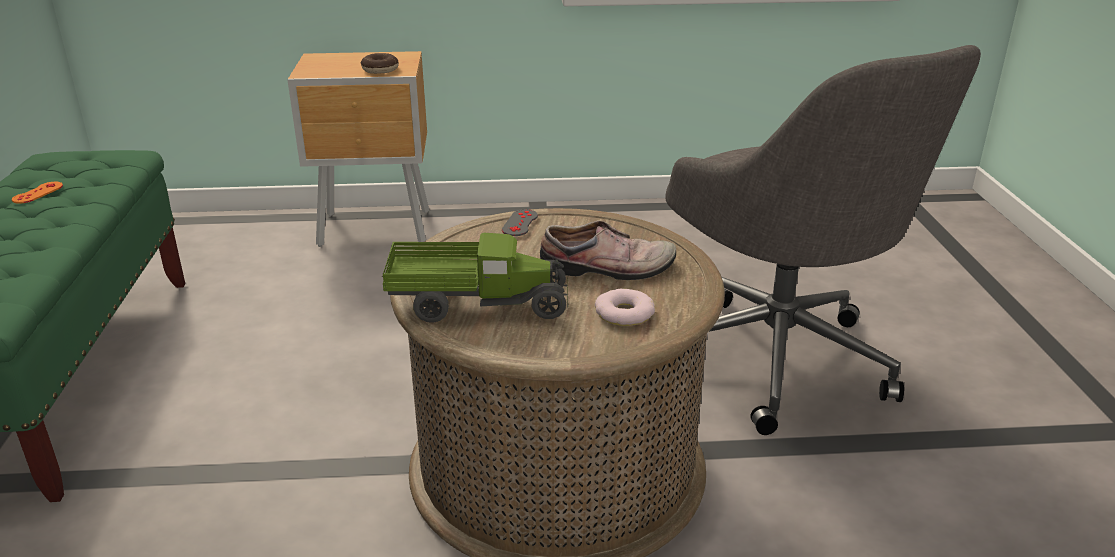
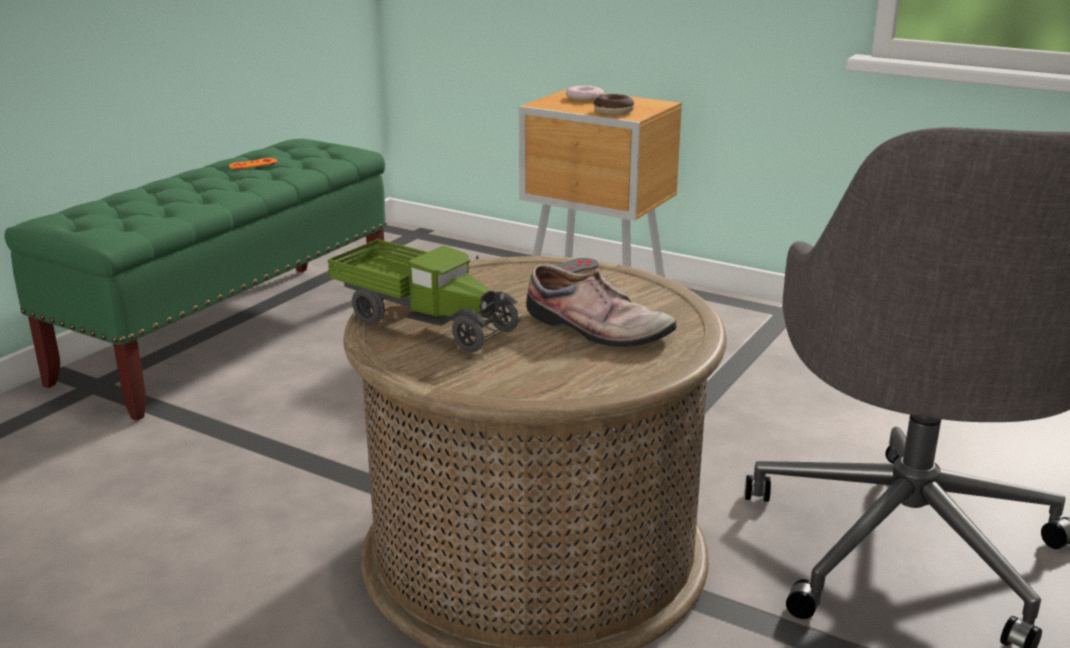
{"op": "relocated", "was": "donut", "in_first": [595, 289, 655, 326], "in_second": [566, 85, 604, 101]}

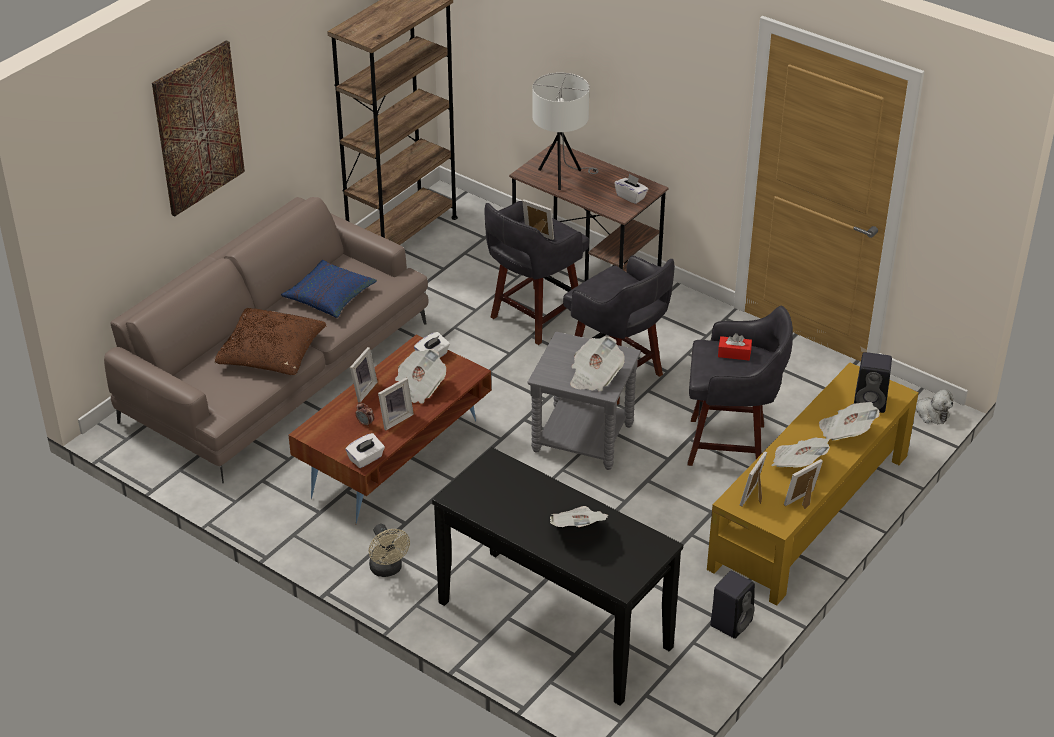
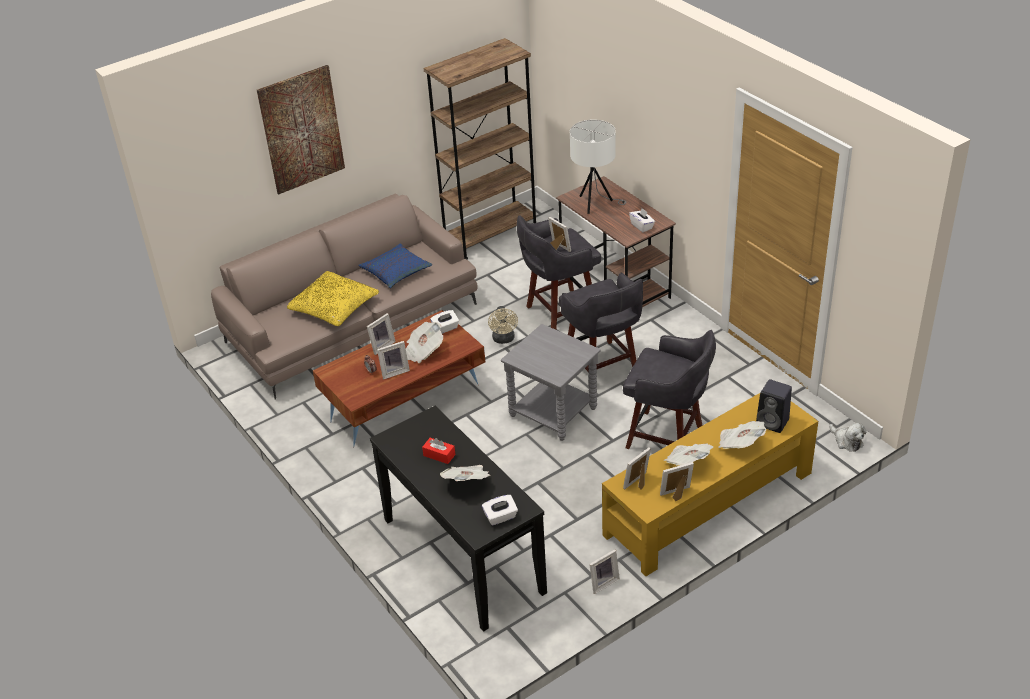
{"op": "colour", "was": "brown pillow", "now": "yellow pillow", "in_first": [215, 308, 327, 375], "in_second": [287, 271, 379, 326]}
{"op": "relocated", "was": "red tissue box", "in_first": [718, 333, 752, 360], "in_second": [422, 438, 455, 464]}
{"op": "relocated", "was": "white tissue box", "in_first": [345, 433, 385, 468], "in_second": [482, 495, 518, 525]}
{"op": "relocated", "was": "beige fan", "in_first": [369, 524, 410, 577], "in_second": [488, 306, 518, 344]}
{"op": "exchanged", "was": "black speaker", "now": "picture frame", "in_first": [710, 571, 755, 639], "in_second": [589, 549, 620, 594]}
{"op": "missing", "was": "newspaper", "in_first": [570, 337, 625, 391]}

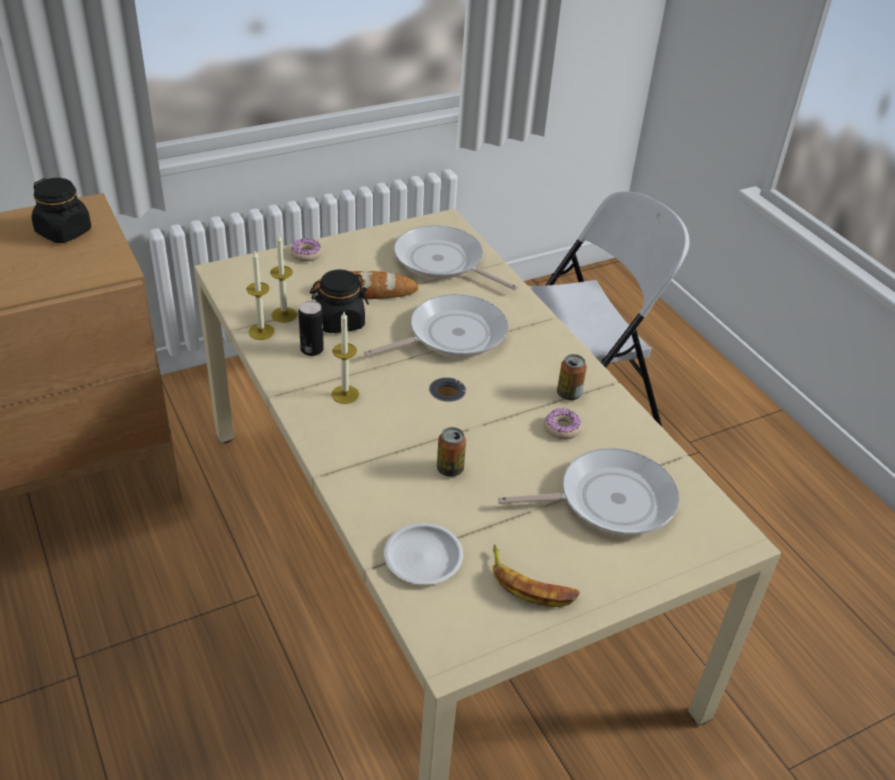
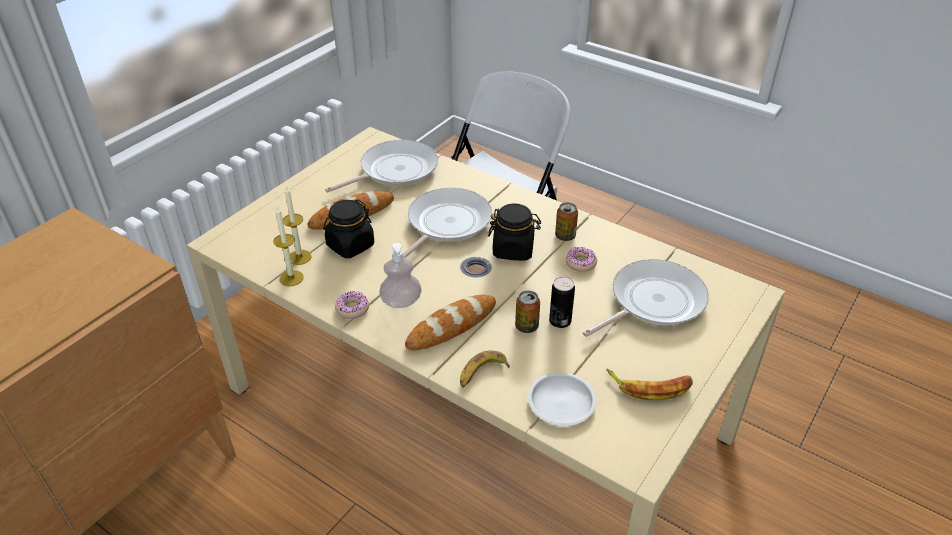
{"op": "spun", "was": "frying pan", "in_first": [394, 225, 518, 290], "in_second": [325, 140, 438, 193], "clockwise": 135}
{"op": "relocated", "was": "donut", "in_first": [290, 239, 322, 262], "in_second": [335, 291, 369, 319]}
{"op": "exchanged", "was": "candle", "now": "soap dispenser", "in_first": [331, 312, 359, 404], "in_second": [379, 243, 421, 308]}
{"op": "appeared", "now": "bread", "in_second": [405, 295, 496, 350]}
{"op": "appeared", "now": "banana", "in_second": [460, 351, 510, 388]}
{"op": "relocated", "was": "black jar", "in_first": [32, 178, 91, 243], "in_second": [488, 203, 541, 261]}
{"op": "relocated", "was": "can", "in_first": [298, 300, 324, 356], "in_second": [549, 276, 575, 328]}

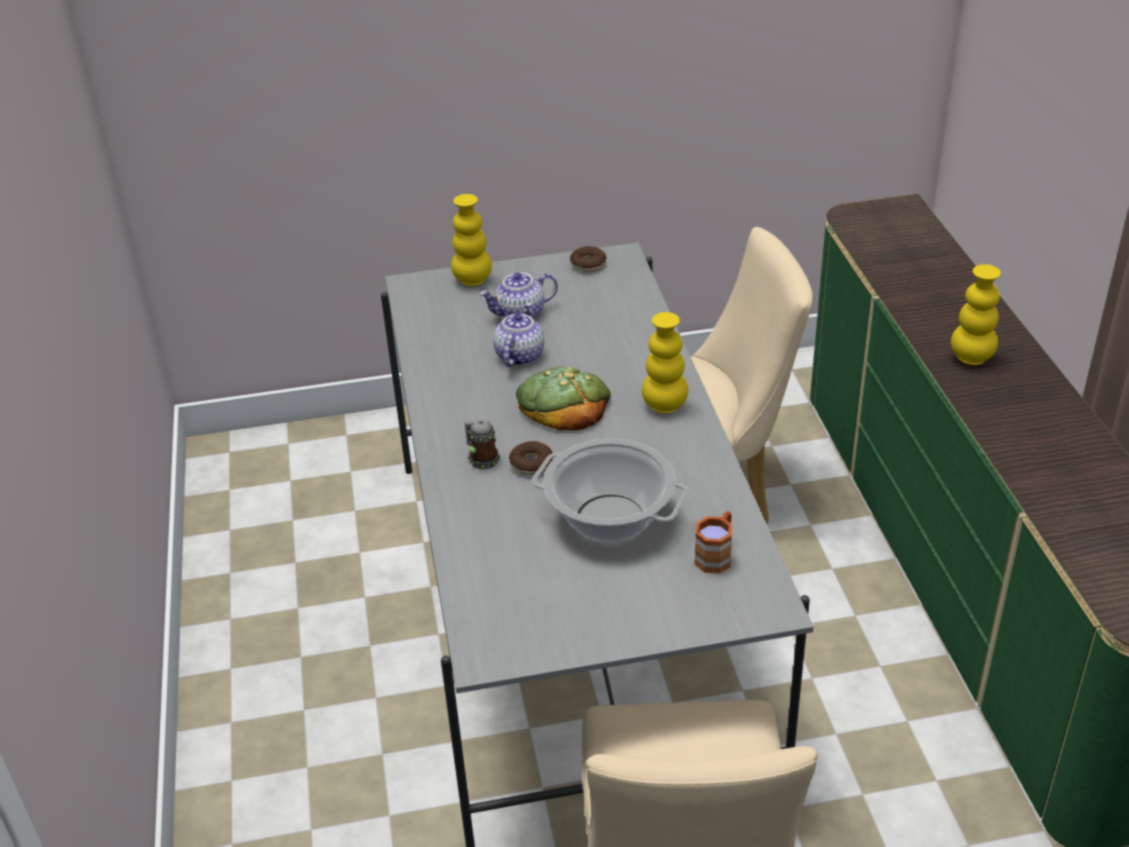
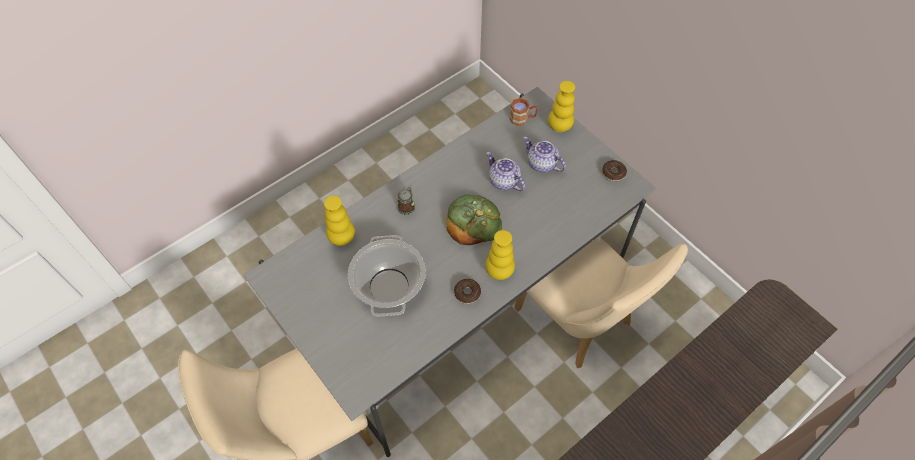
{"op": "relocated", "was": "yellow vase", "in_first": [951, 264, 1001, 365], "in_second": [324, 195, 355, 246]}
{"op": "relocated", "was": "donut", "in_first": [509, 441, 553, 475], "in_second": [454, 279, 481, 304]}
{"op": "spun", "was": "teapot", "in_first": [493, 303, 544, 367], "in_second": [487, 152, 525, 191], "clockwise": -120}
{"op": "relocated", "was": "brown mug", "in_first": [694, 511, 733, 574], "in_second": [509, 98, 538, 126]}

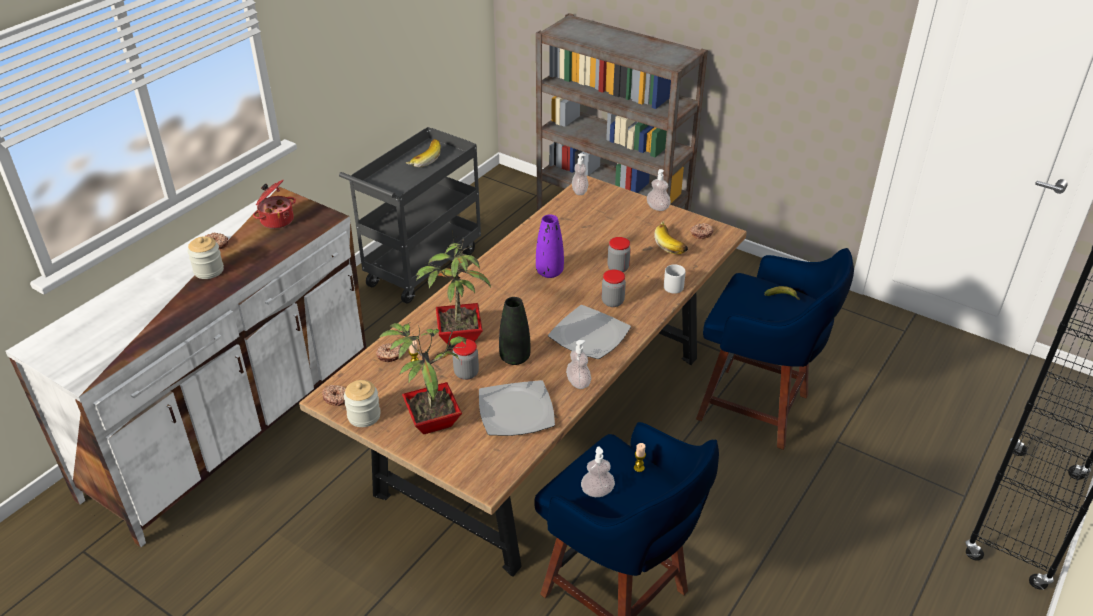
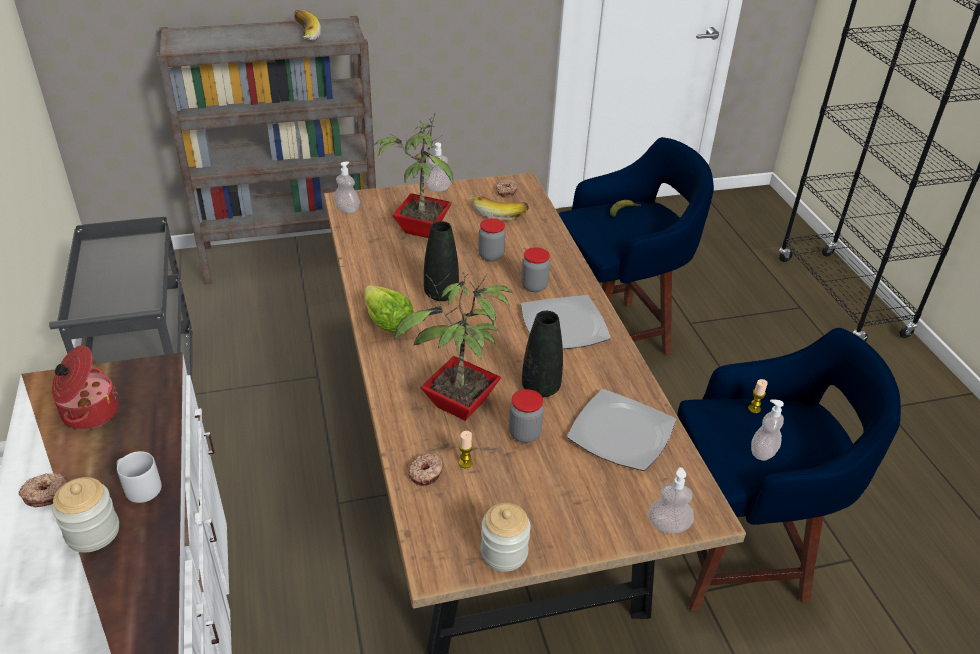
{"op": "relocated", "was": "grey mug", "in_first": [664, 264, 686, 294], "in_second": [117, 451, 162, 503]}
{"op": "relocated", "was": "banana", "in_first": [406, 139, 441, 167], "in_second": [294, 10, 321, 41]}
{"op": "appeared", "now": "lettuce", "in_second": [364, 285, 414, 333]}
{"op": "relocated", "was": "potted plant", "in_first": [379, 322, 467, 434], "in_second": [373, 114, 453, 238]}
{"op": "colour", "was": "purple vase", "now": "black vase", "in_first": [536, 214, 564, 278], "in_second": [424, 221, 459, 301]}
{"op": "relocated", "was": "soap dispenser", "in_first": [566, 340, 591, 389], "in_second": [648, 467, 694, 534]}
{"op": "missing", "was": "donut", "in_first": [322, 385, 346, 406]}

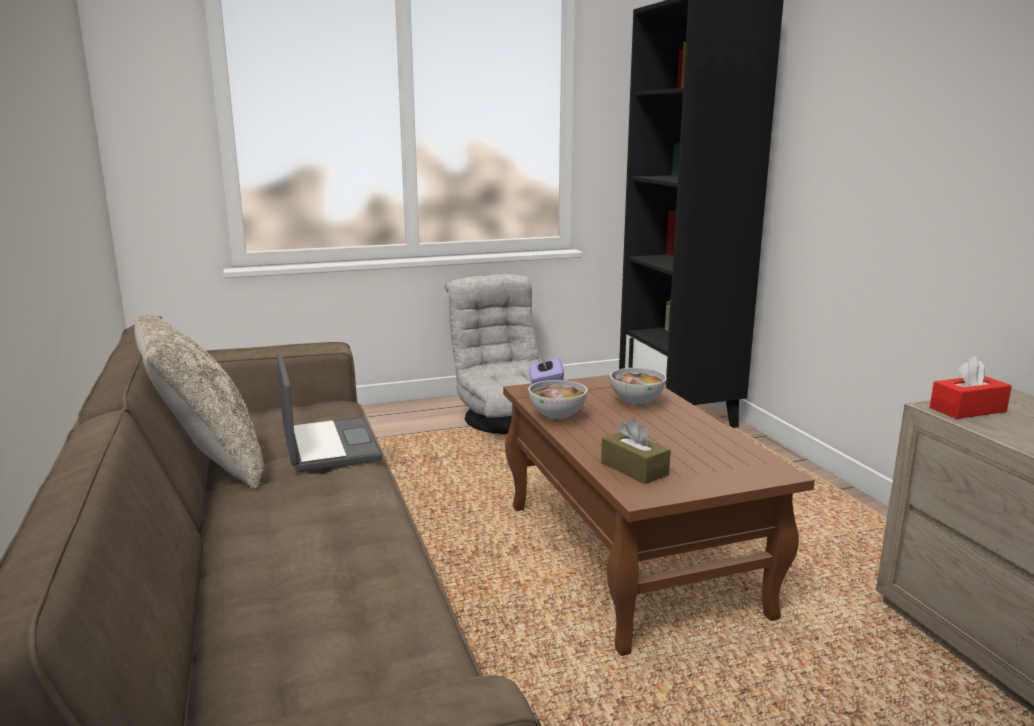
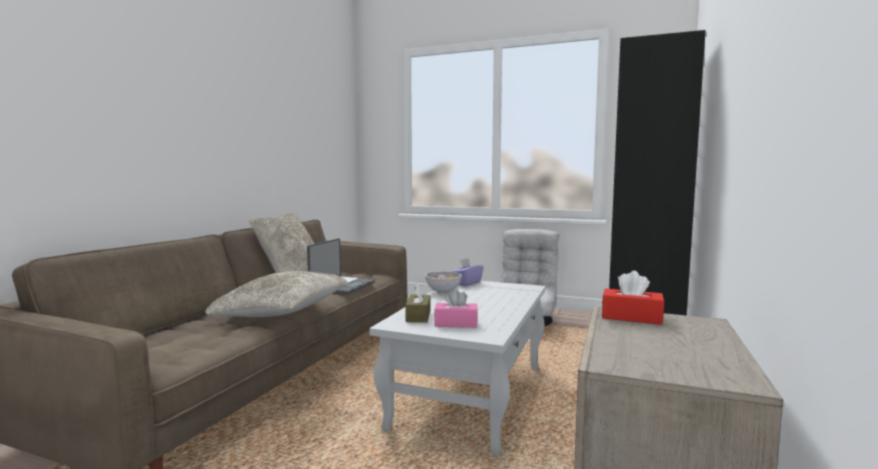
{"op": "appeared", "now": "beige pillow", "in_second": [205, 271, 348, 317]}
{"op": "colour", "was": "brown coffee table", "now": "white coffee table", "in_first": [503, 375, 815, 656], "in_second": [370, 281, 545, 455]}
{"op": "appeared", "now": "pink tissue box", "in_second": [434, 289, 478, 328]}
{"op": "missing", "was": "bowl", "in_first": [610, 368, 667, 406]}

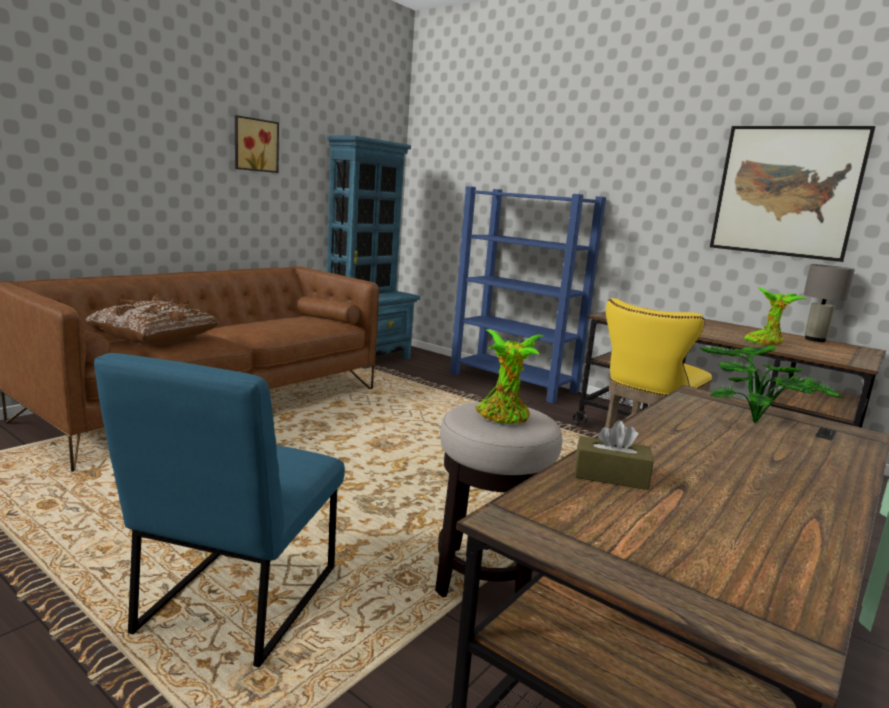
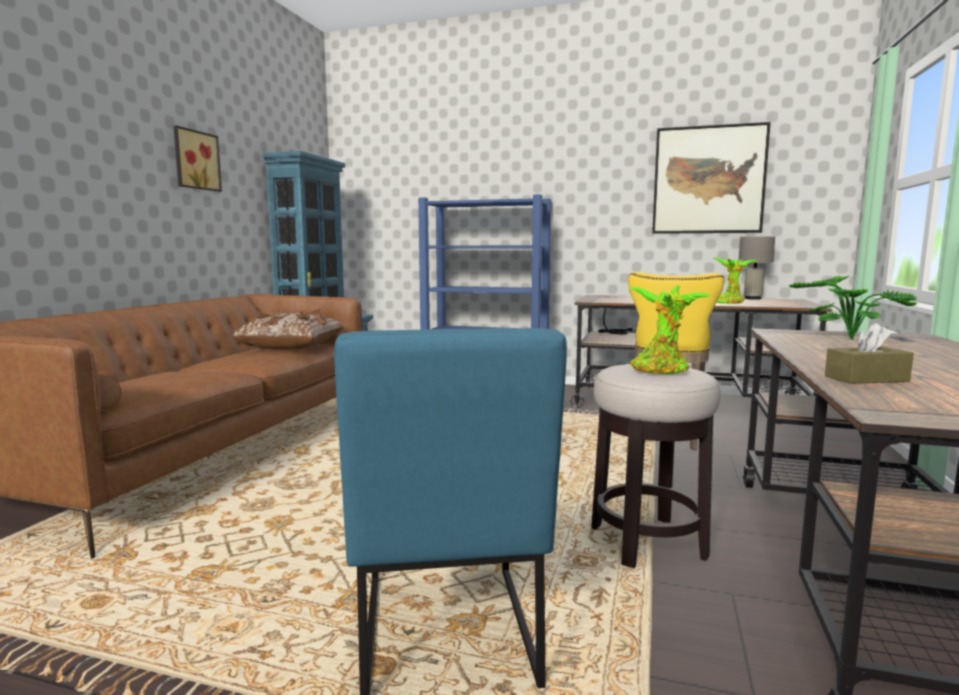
{"op": "relocated", "was": "brown pillow", "in_first": [85, 294, 219, 344], "in_second": [232, 309, 343, 350]}

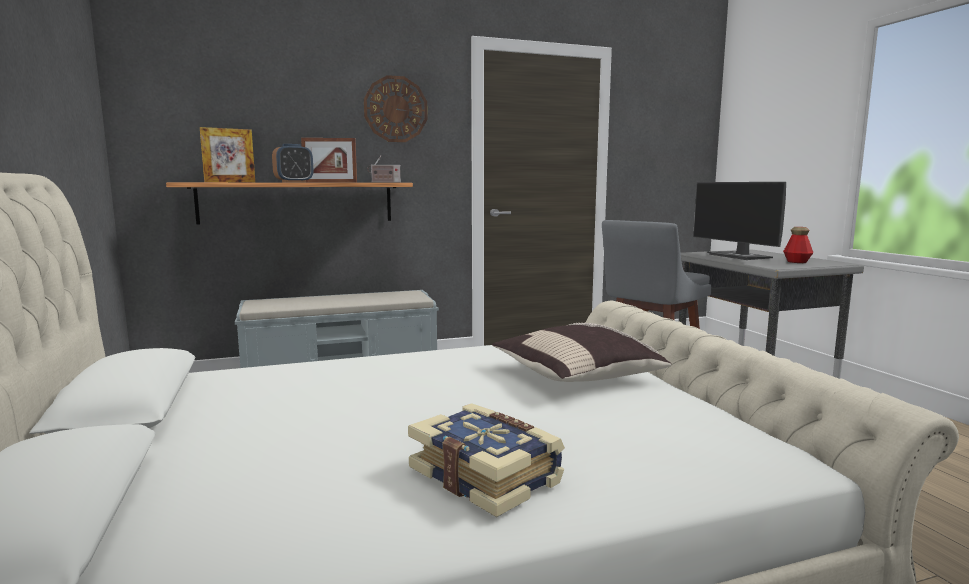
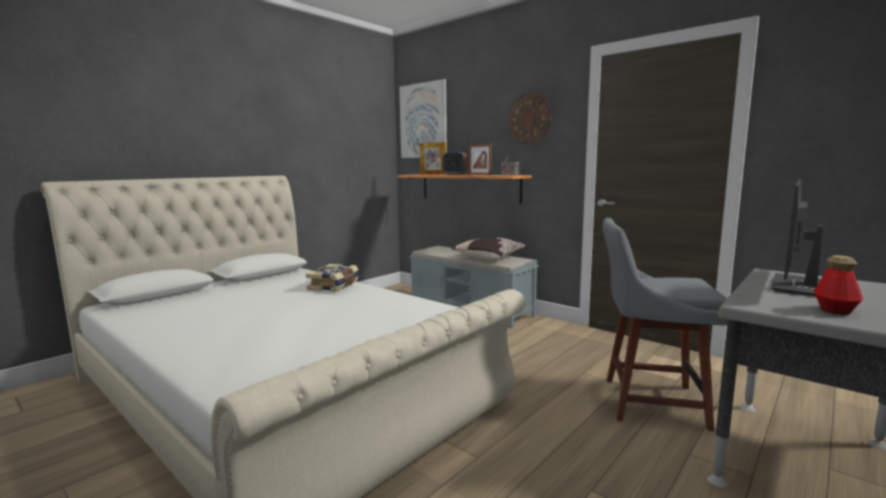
{"op": "relocated", "was": "book", "in_first": [408, 403, 565, 517], "in_second": [306, 264, 359, 292]}
{"op": "appeared", "now": "picture", "in_second": [399, 79, 447, 158]}
{"op": "relocated", "was": "pillow", "in_first": [492, 323, 671, 382], "in_second": [451, 237, 525, 260]}

